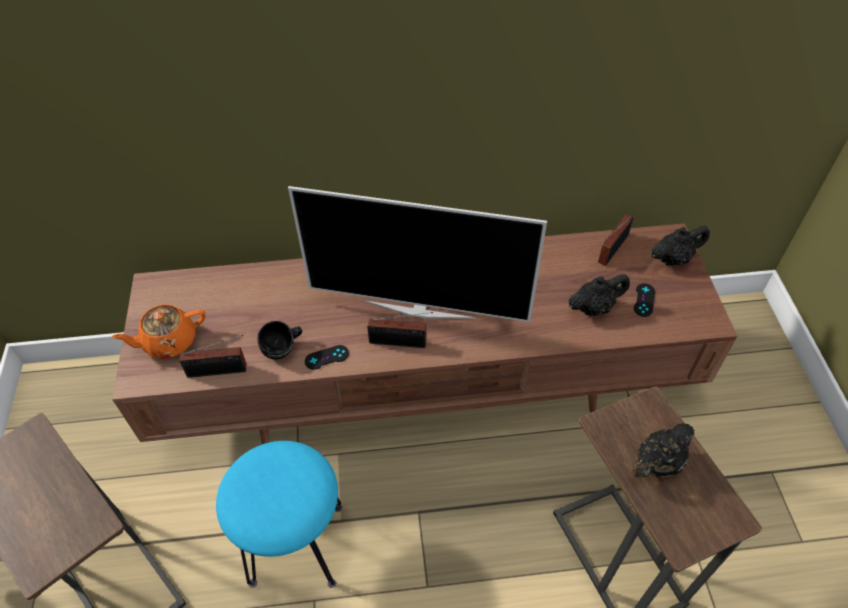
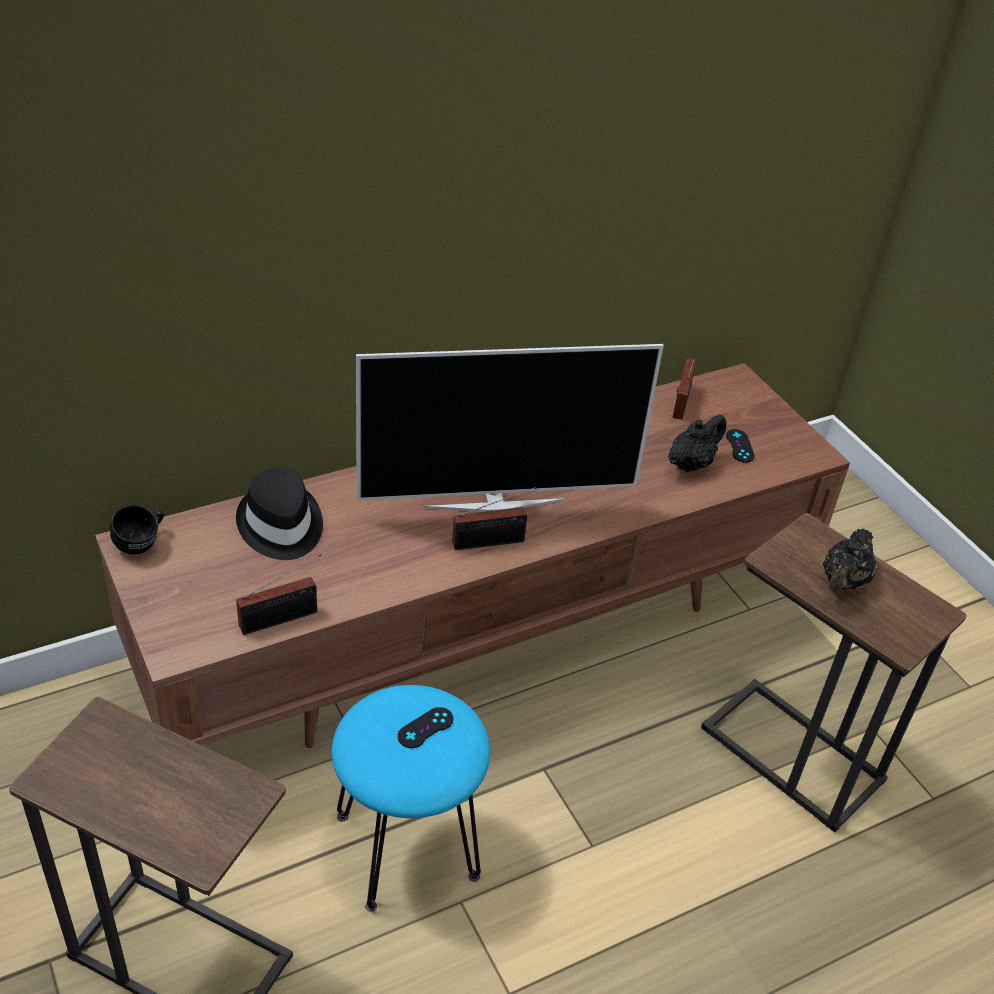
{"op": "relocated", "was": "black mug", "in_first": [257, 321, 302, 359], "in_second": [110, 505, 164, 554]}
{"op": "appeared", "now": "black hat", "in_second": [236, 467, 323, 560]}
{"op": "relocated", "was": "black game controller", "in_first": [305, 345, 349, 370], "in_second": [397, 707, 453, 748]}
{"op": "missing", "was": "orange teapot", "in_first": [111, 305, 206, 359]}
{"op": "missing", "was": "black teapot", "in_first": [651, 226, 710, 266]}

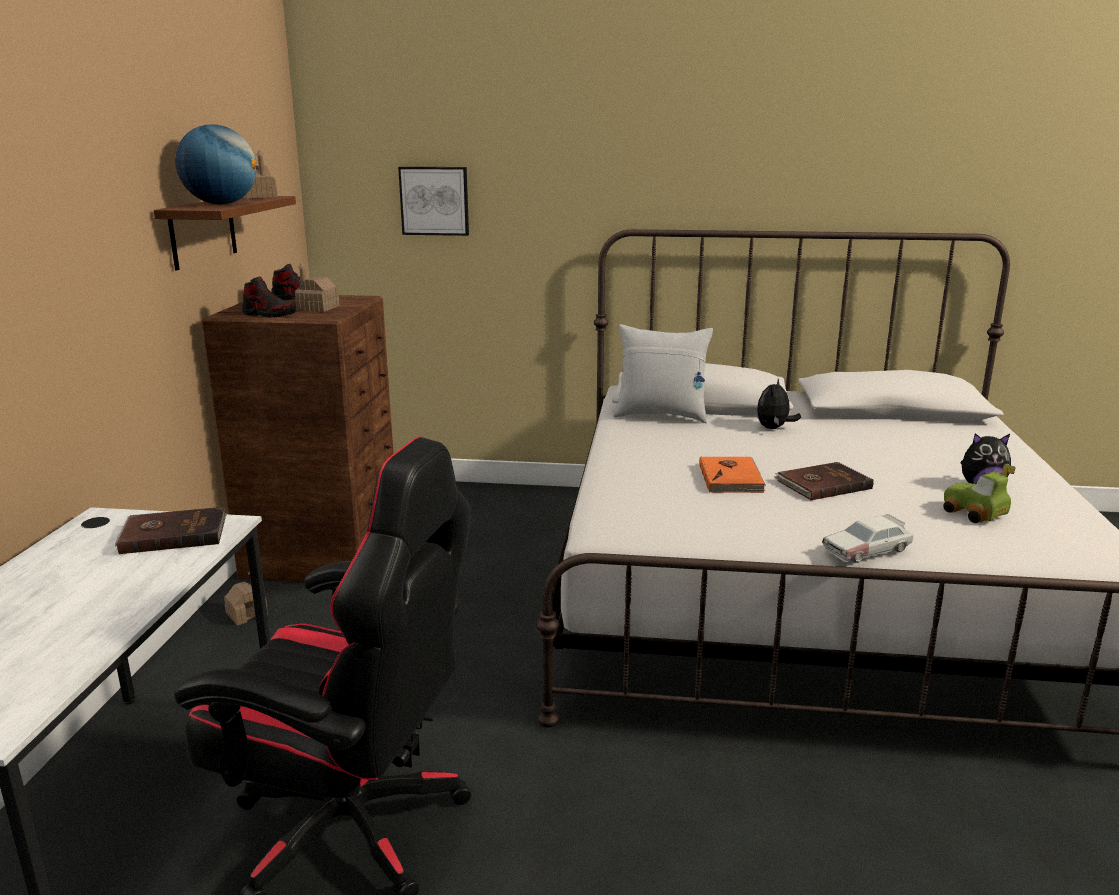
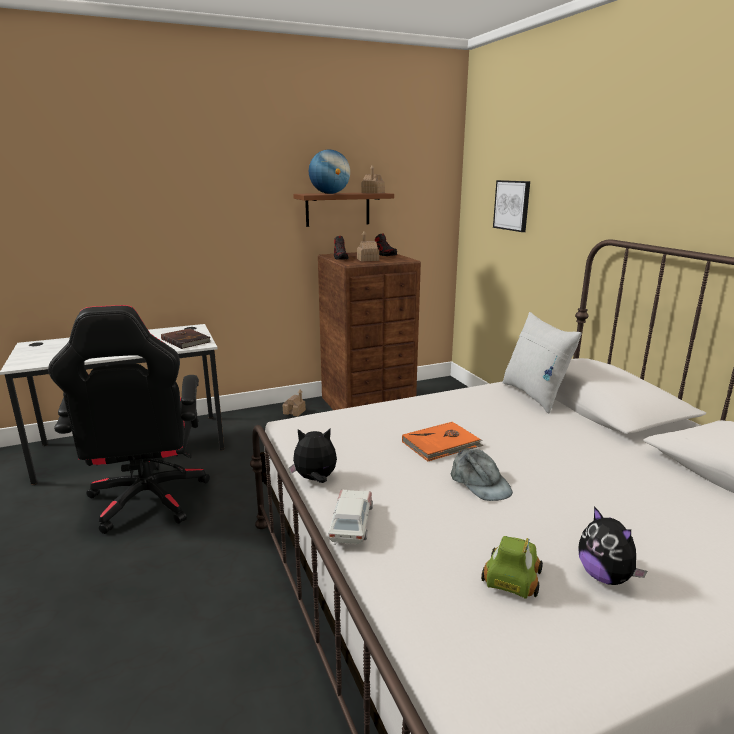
{"op": "relocated", "was": "plush toy", "in_first": [757, 379, 801, 429], "in_second": [289, 428, 337, 483]}
{"op": "spun", "was": "toy car", "in_first": [822, 514, 913, 563], "in_second": [328, 490, 373, 545], "clockwise": 60}
{"op": "exchanged", "was": "brown book", "now": "grey cap", "in_first": [774, 462, 873, 500], "in_second": [451, 449, 513, 501]}

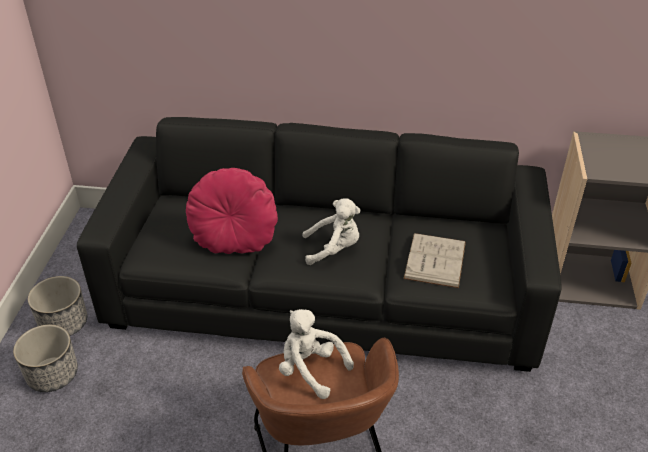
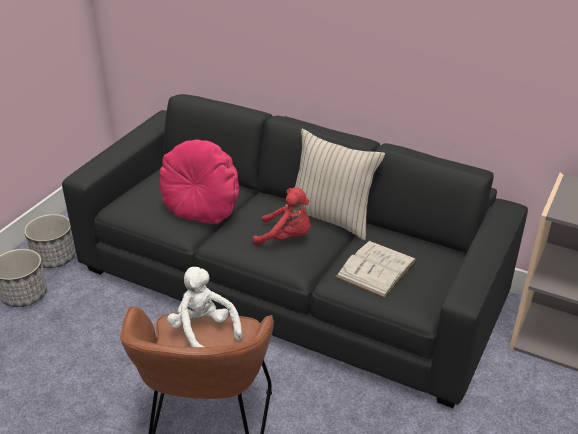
{"op": "colour", "was": "white plush toy", "now": "red plush toy", "in_first": [302, 198, 360, 265], "in_second": [253, 187, 310, 246]}
{"op": "appeared", "now": "beige pillow", "in_second": [286, 129, 385, 240]}

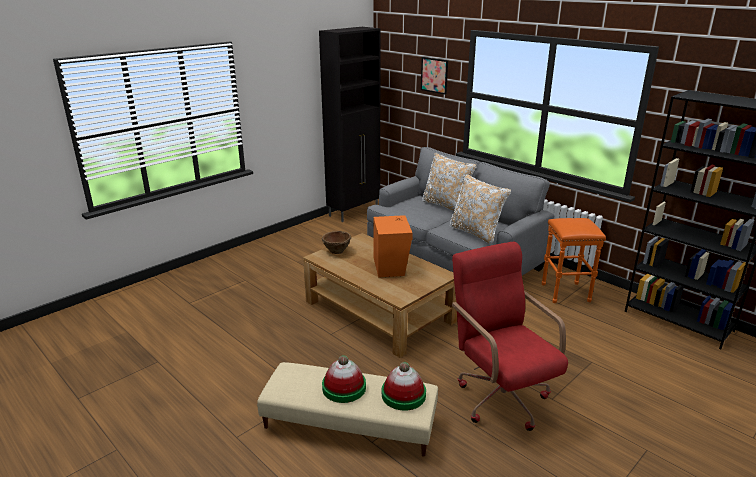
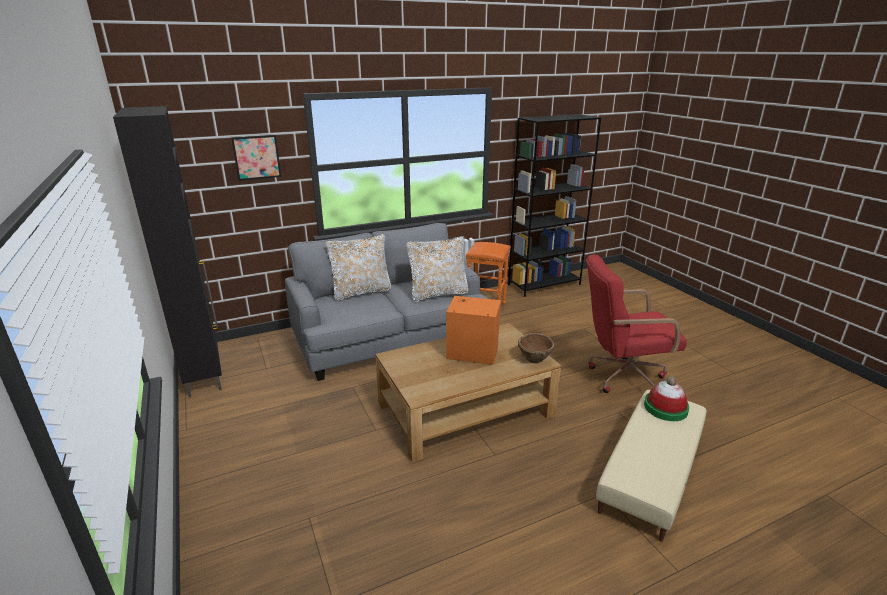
{"op": "relocated", "was": "brown bowl", "in_first": [322, 231, 352, 254], "in_second": [518, 333, 555, 363]}
{"op": "missing", "was": "hat", "in_first": [322, 355, 366, 403]}

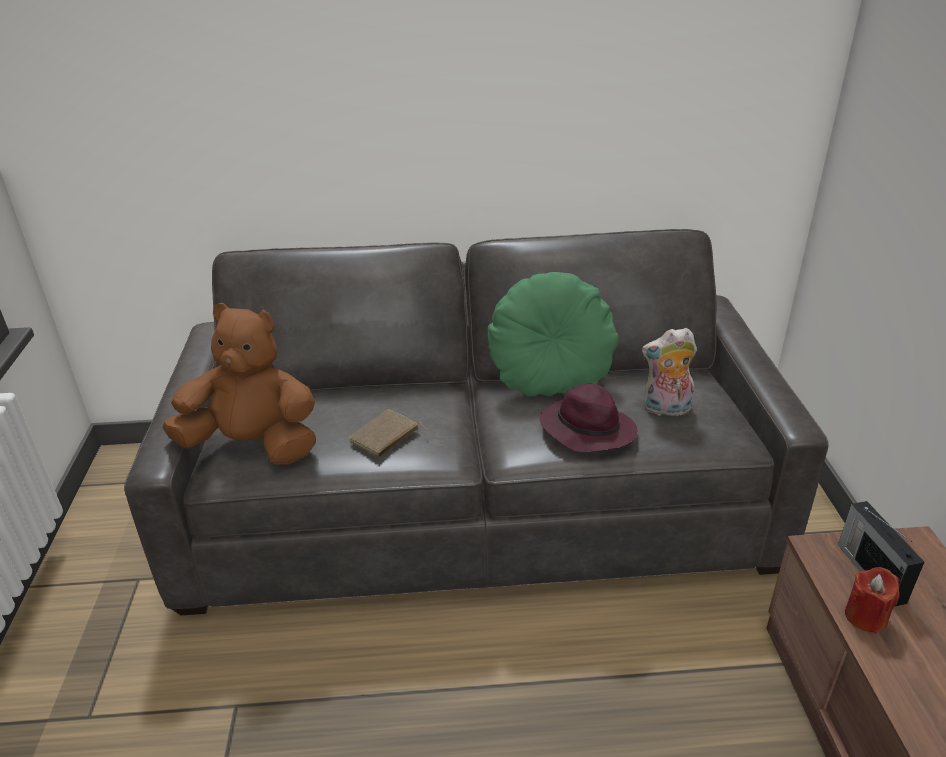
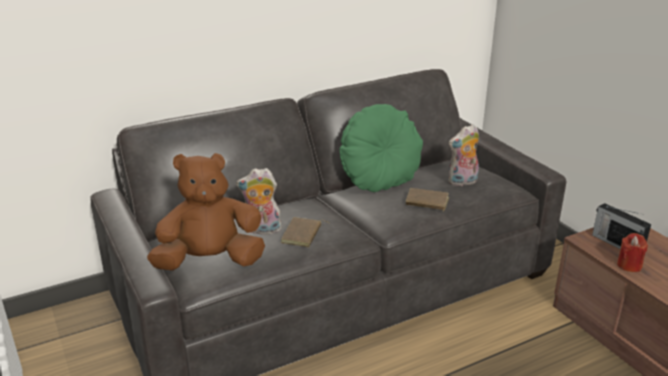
{"op": "appeared", "now": "plush toy", "in_second": [236, 168, 282, 235]}
{"op": "exchanged", "was": "purple hat", "now": "brown book", "in_first": [540, 384, 637, 452], "in_second": [406, 188, 449, 212]}

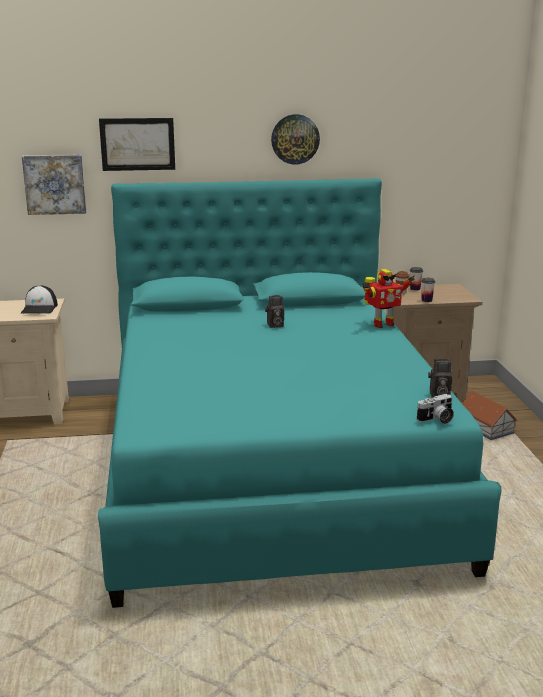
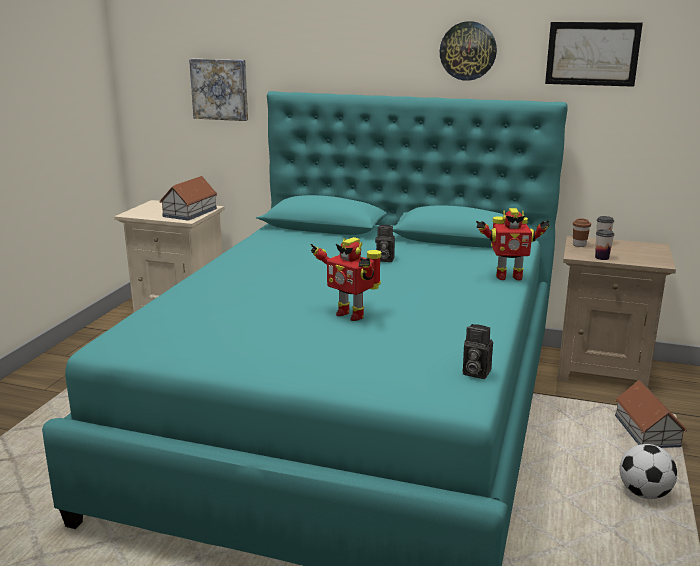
{"op": "exchanged", "was": "cap", "now": "toy house", "in_first": [21, 285, 58, 314], "in_second": [159, 176, 217, 221]}
{"op": "appeared", "now": "toy robot", "in_second": [310, 237, 381, 321]}
{"op": "relocated", "was": "picture", "in_first": [99, 118, 175, 171], "in_second": [545, 22, 643, 87]}
{"op": "appeared", "now": "football", "in_second": [619, 444, 677, 499]}
{"op": "missing", "was": "photo camera", "in_first": [417, 394, 454, 424]}

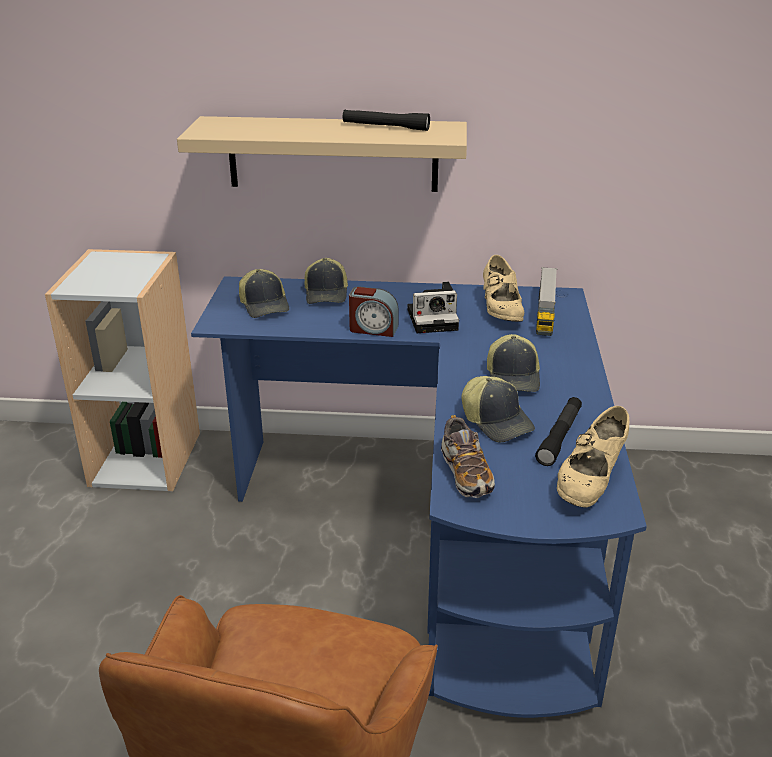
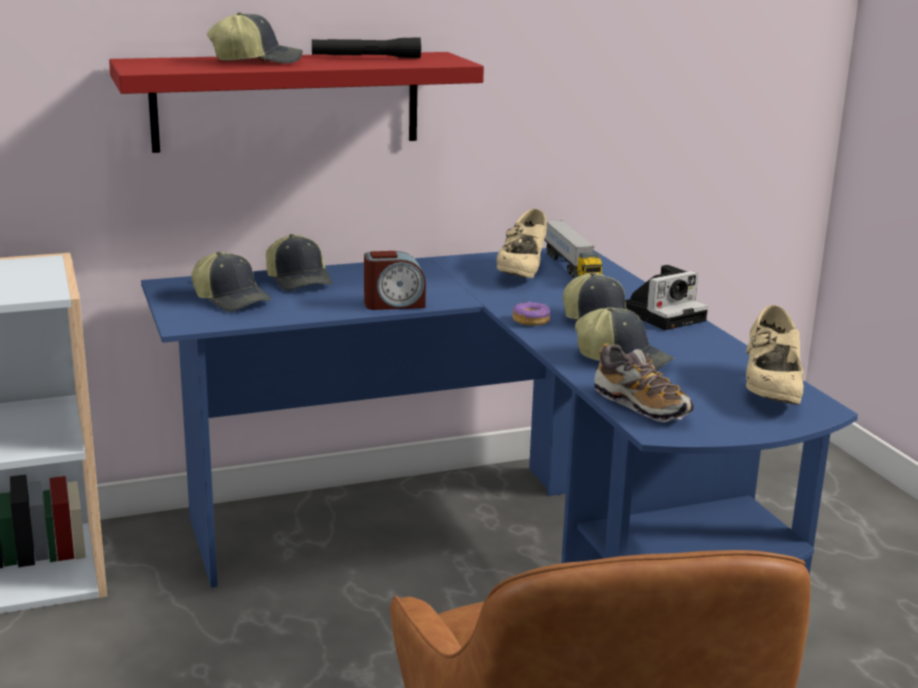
{"op": "colour", "was": "beige shelf", "now": "red shelf", "in_first": [177, 116, 467, 192], "in_second": [109, 52, 484, 153]}
{"op": "appeared", "now": "cap", "in_second": [207, 12, 303, 63]}
{"op": "spun", "was": "beige shoe", "in_first": [483, 255, 524, 322], "in_second": [496, 208, 547, 278], "clockwise": 45}
{"op": "appeared", "now": "donut", "in_second": [513, 302, 551, 326]}
{"op": "relocated", "was": "photo camera", "in_first": [408, 282, 459, 333], "in_second": [625, 265, 708, 330]}
{"op": "missing", "was": "black flashlight", "in_first": [535, 397, 582, 466]}

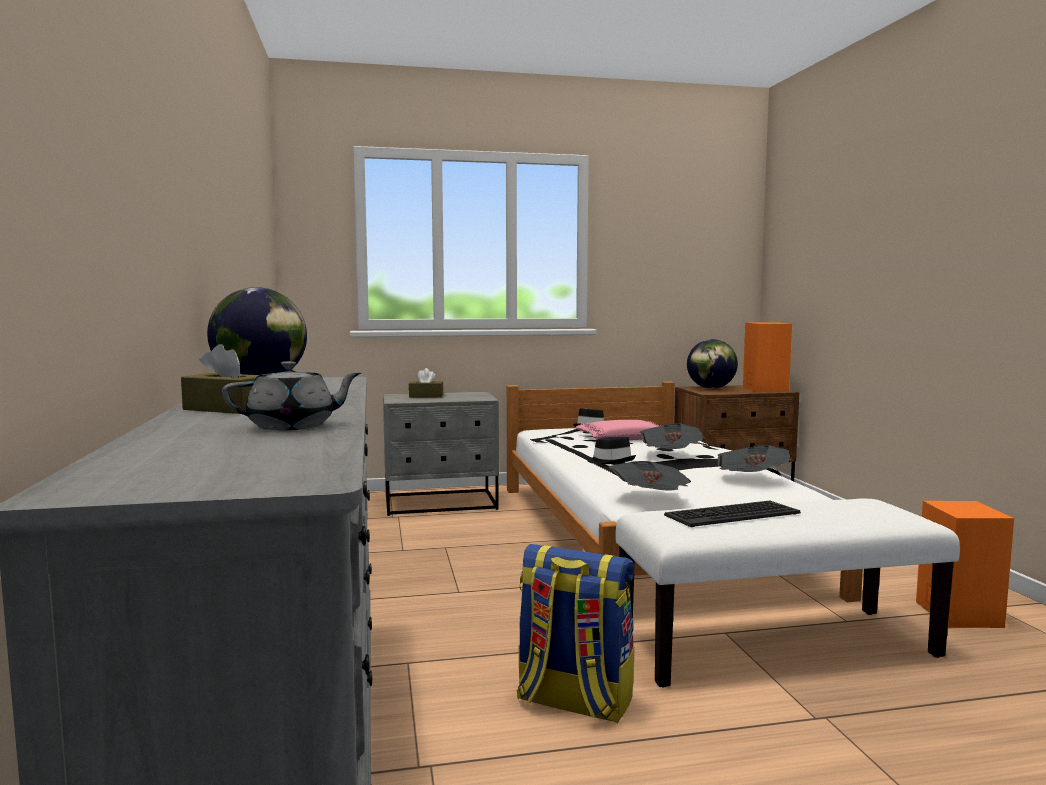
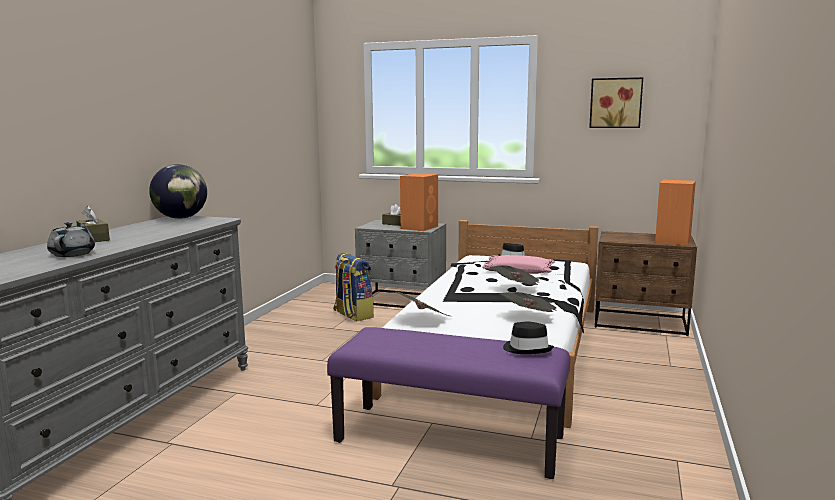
{"op": "spun", "was": "grey teapot", "in_first": [222, 361, 361, 430], "in_second": [47, 222, 95, 257], "clockwise": -105}
{"op": "colour", "was": "white bench", "now": "purple bench", "in_first": [616, 498, 960, 687], "in_second": [327, 327, 570, 479]}
{"op": "relocated", "was": "backpack", "in_first": [517, 544, 634, 723], "in_second": [333, 253, 374, 321]}
{"op": "relocated", "was": "orange speaker", "in_first": [916, 501, 1014, 628], "in_second": [400, 173, 438, 231]}
{"op": "relocated", "was": "black hat", "in_first": [587, 437, 636, 464], "in_second": [503, 322, 554, 354]}
{"op": "appeared", "now": "picture", "in_second": [589, 77, 643, 128]}
{"op": "missing", "was": "keyboard", "in_first": [664, 501, 801, 527]}
{"op": "missing", "was": "globe", "in_first": [687, 339, 738, 389]}

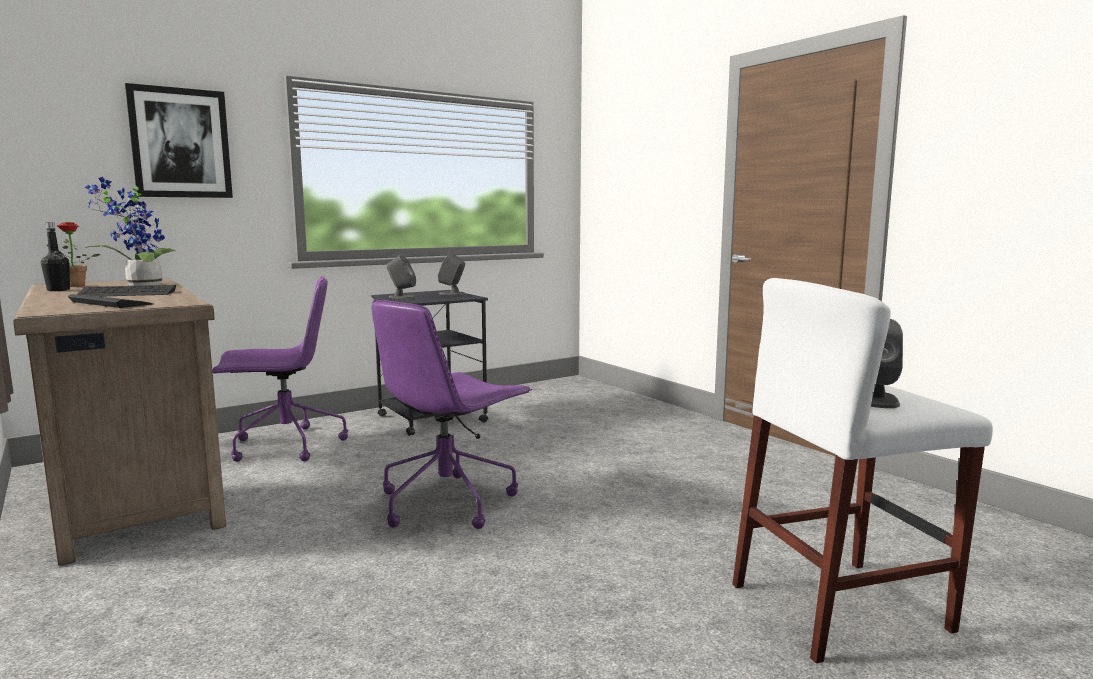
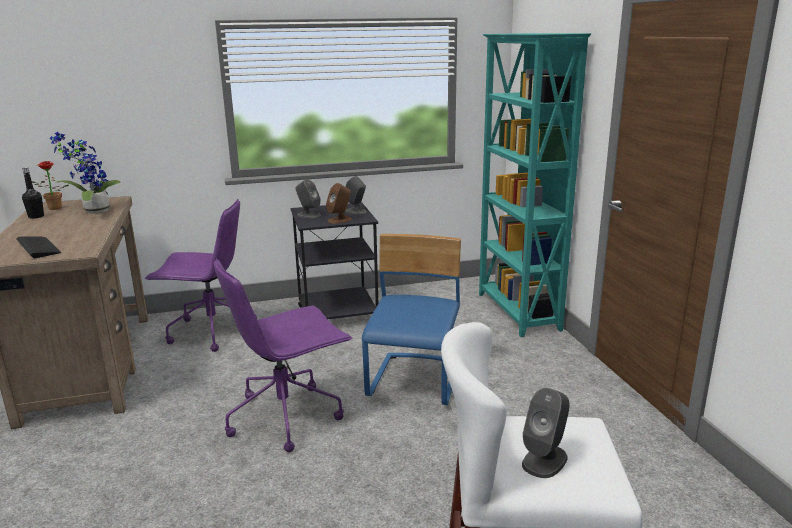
{"op": "appeared", "now": "brown speaker", "in_second": [326, 183, 352, 224]}
{"op": "appeared", "now": "blue chair", "in_second": [362, 234, 461, 405]}
{"op": "appeared", "now": "turquoise bookcase", "in_second": [479, 33, 591, 337]}
{"op": "missing", "was": "keyboard", "in_first": [77, 285, 176, 297]}
{"op": "missing", "was": "picture", "in_first": [125, 83, 233, 198]}

